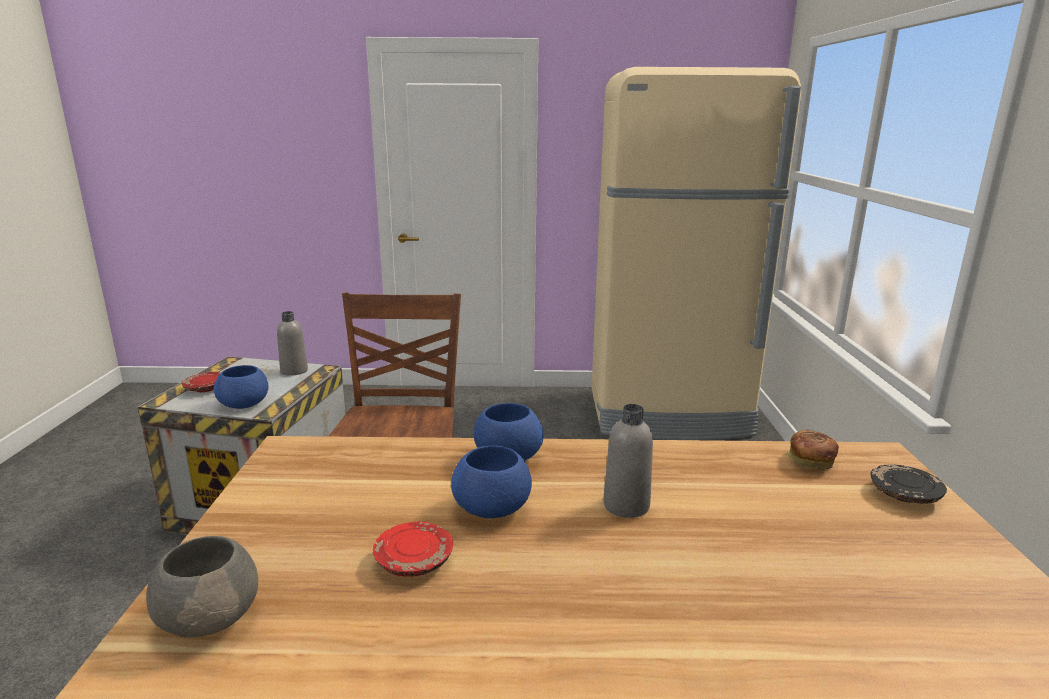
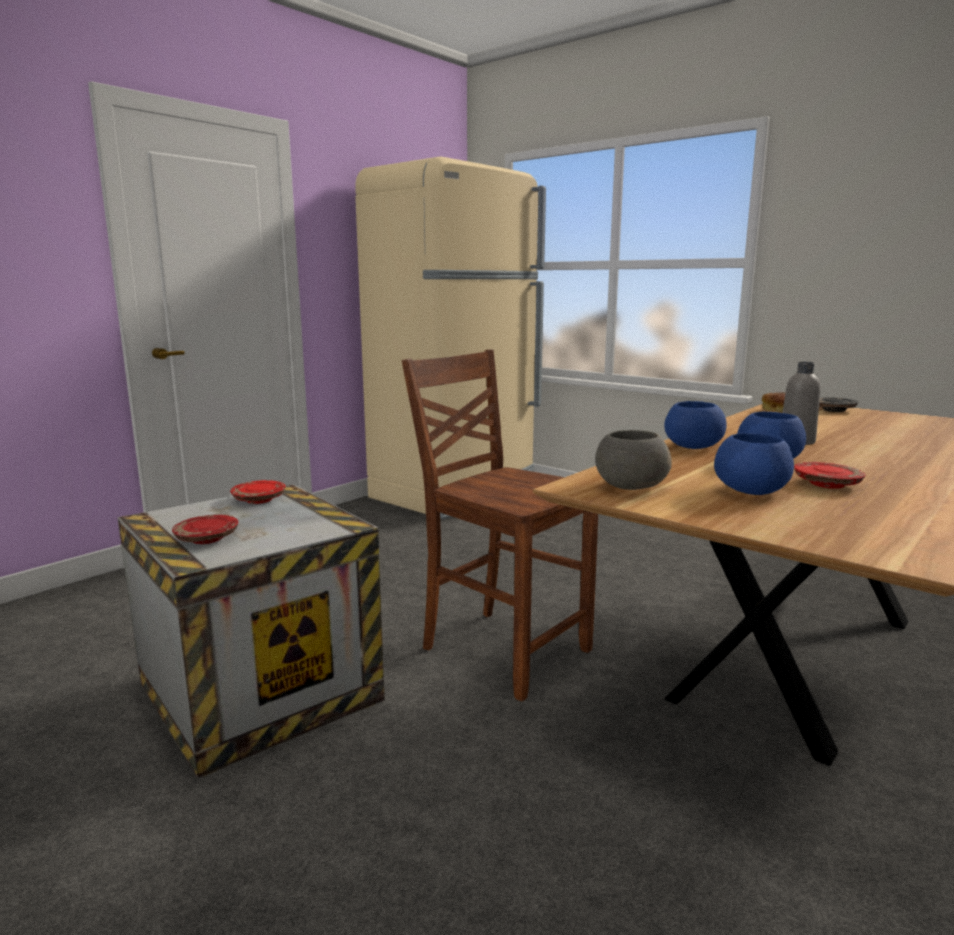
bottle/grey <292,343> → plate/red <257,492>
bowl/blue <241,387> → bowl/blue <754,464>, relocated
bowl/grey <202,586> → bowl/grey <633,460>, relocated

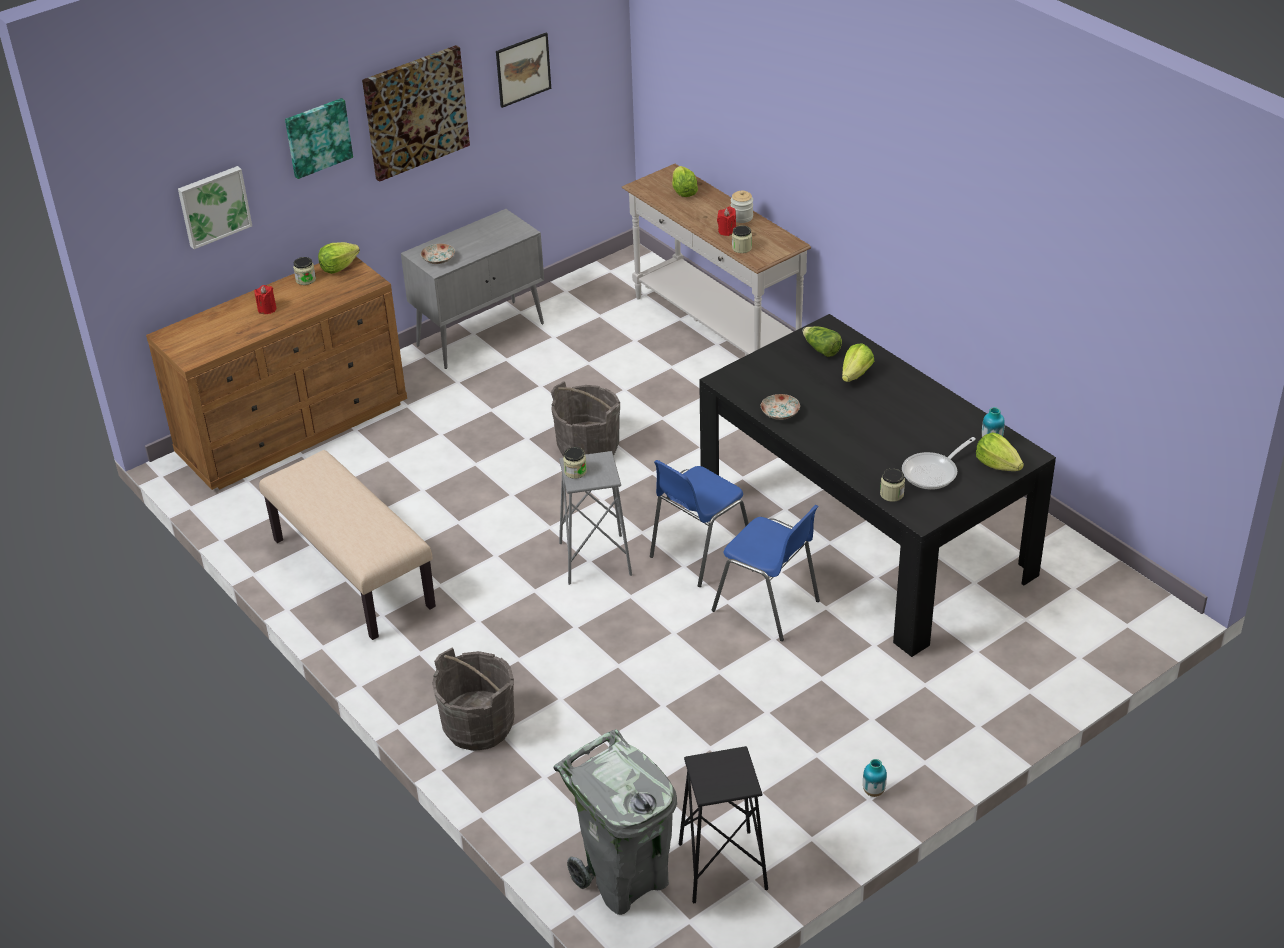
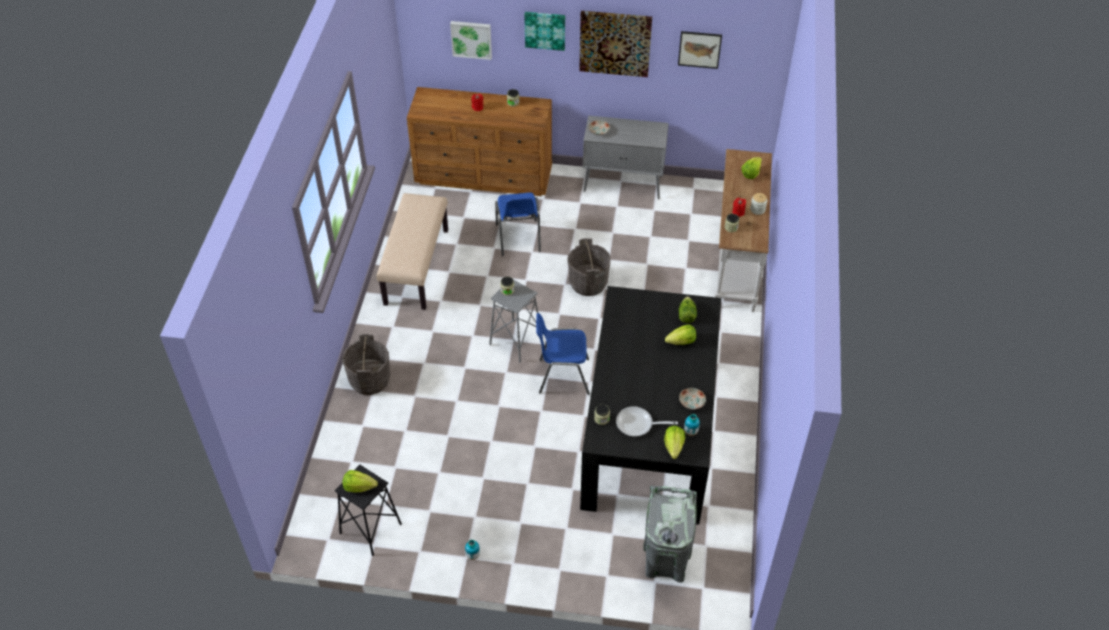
lettuce <339,258> → lettuce <360,481>, relocated
plate <780,407> → plate <692,399>, relocated
chair/blue <766,573> → chair/blue <518,224>, relocated
trash can/grey <615,822> → trash can/grey <670,534>, relocated

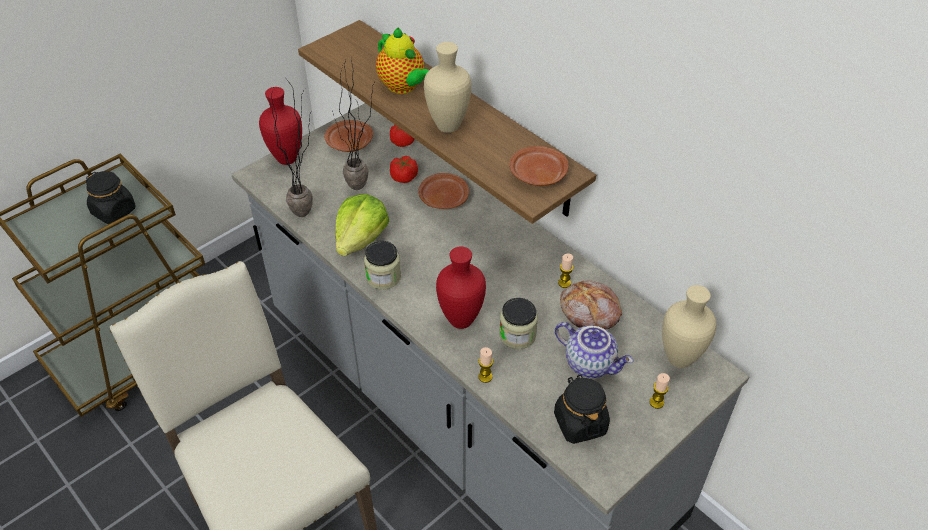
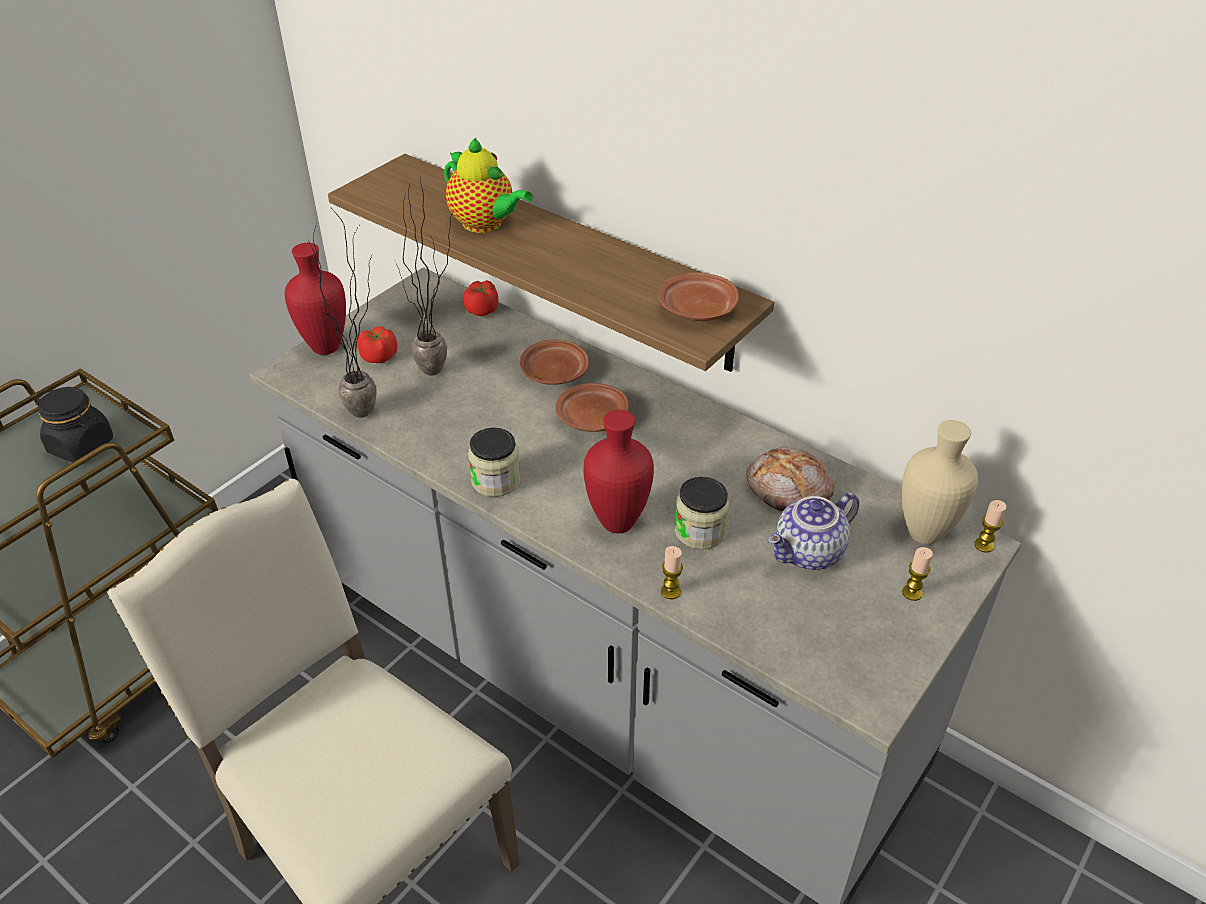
vase/beige <447,87> → -
plate/brown <348,136> → plate/brown <592,407>, relocated
tomato <404,169> → tomato <378,344>, relocated
lettuce <362,225> → -
candle <565,271> → candle <990,526>, relocated
teapot <594,350> → teapot <813,531>, 120 degrees clockwise
jar/black <582,409> → -

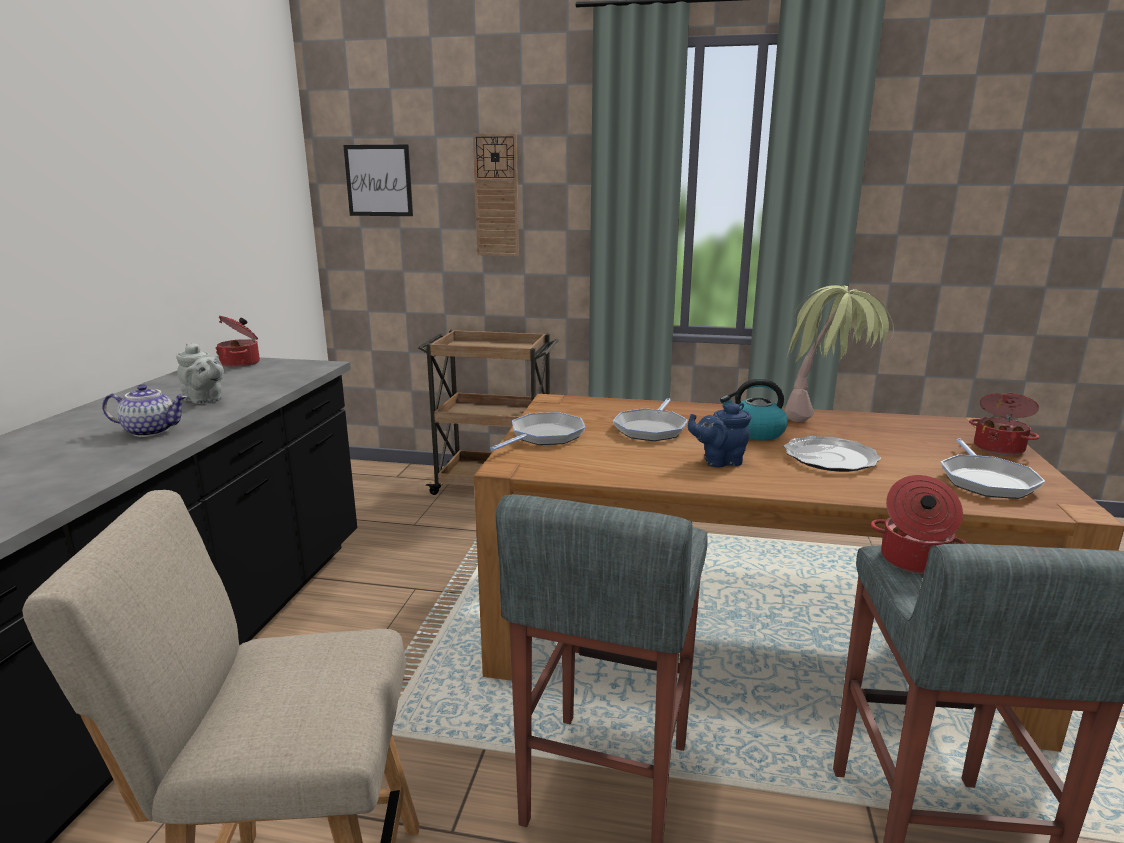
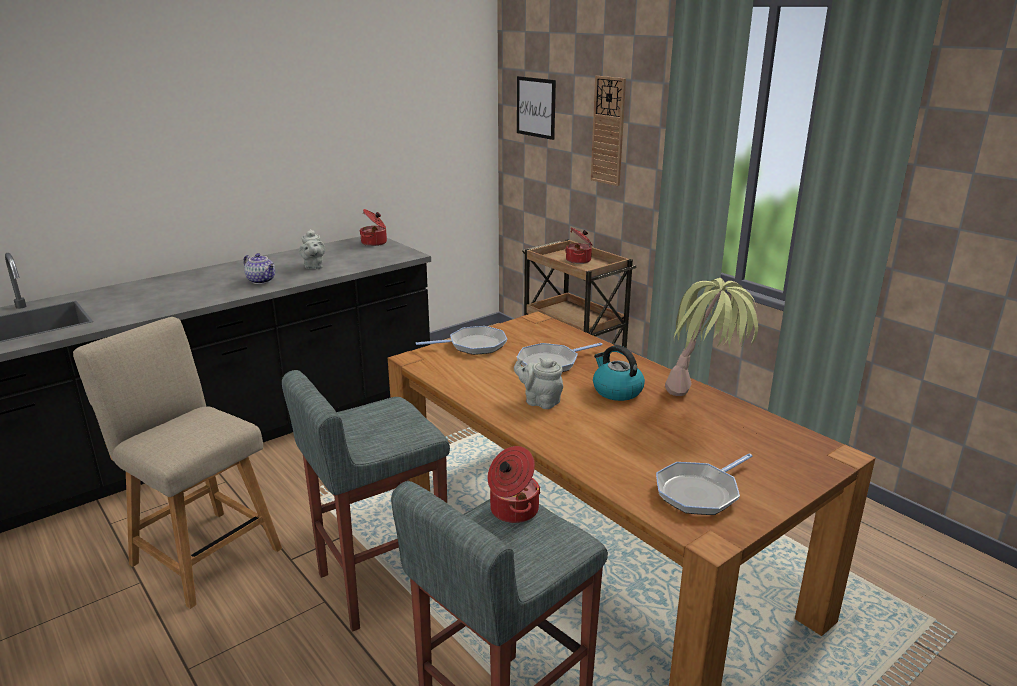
cooking pot <1004,424> → cooking pot <579,245>, relocated
teapot/blue <719,435> → teapot/grey <538,383>
plate <832,454> → -

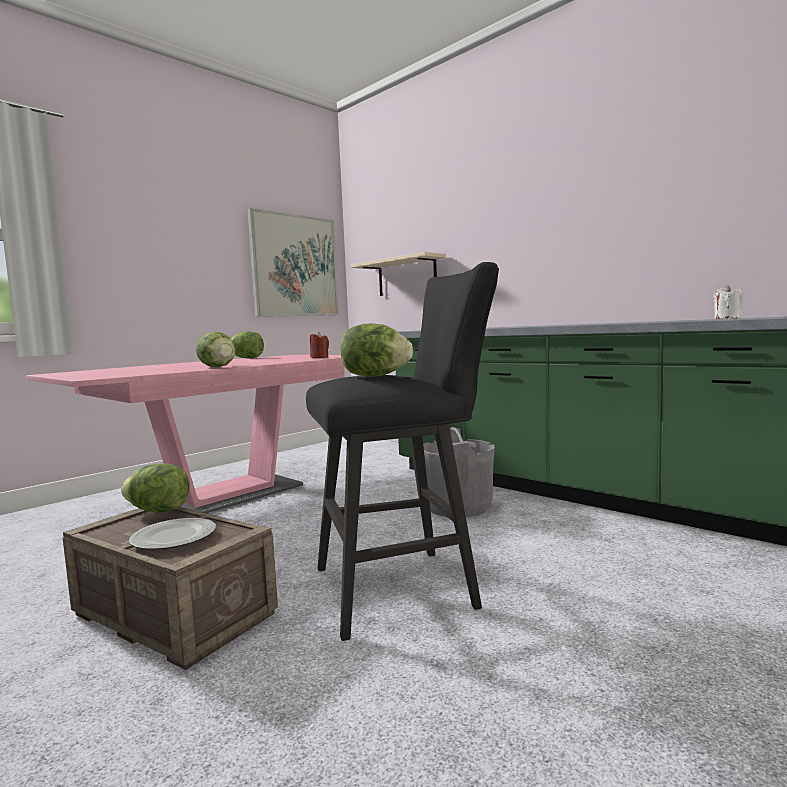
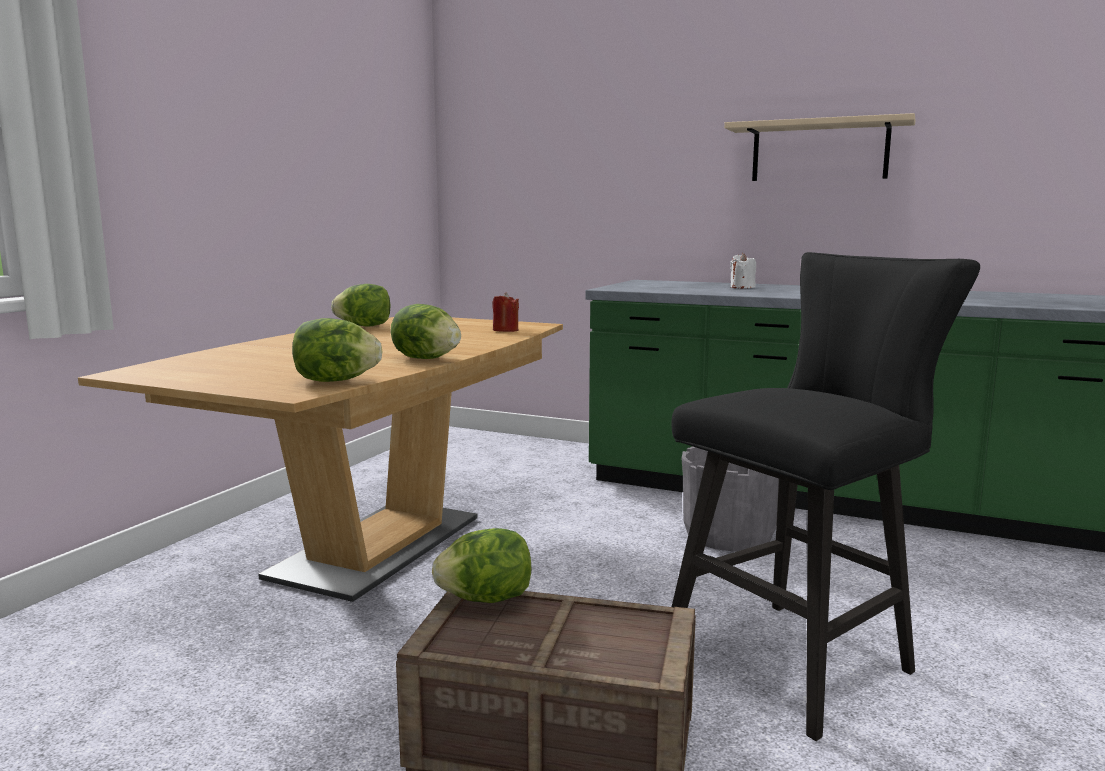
picture <293,262> → -
shelf/beige <398,274> → shelf/beige <819,147>, relocated
candle/white <727,302> → candle/white <743,271>, relocated
lettuce <377,350> → lettuce <337,350>, relocated
dining table/pink <185,434> → dining table/brown <320,459>
plate <172,533> → -

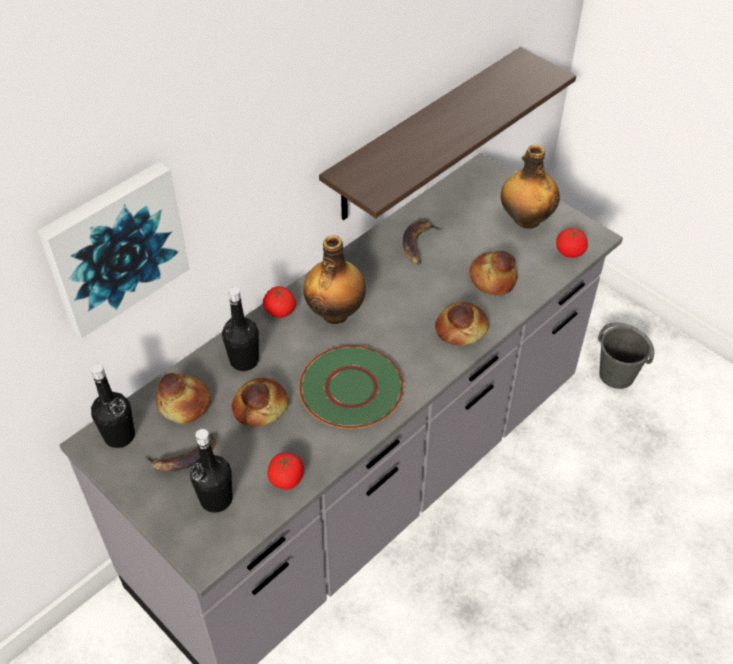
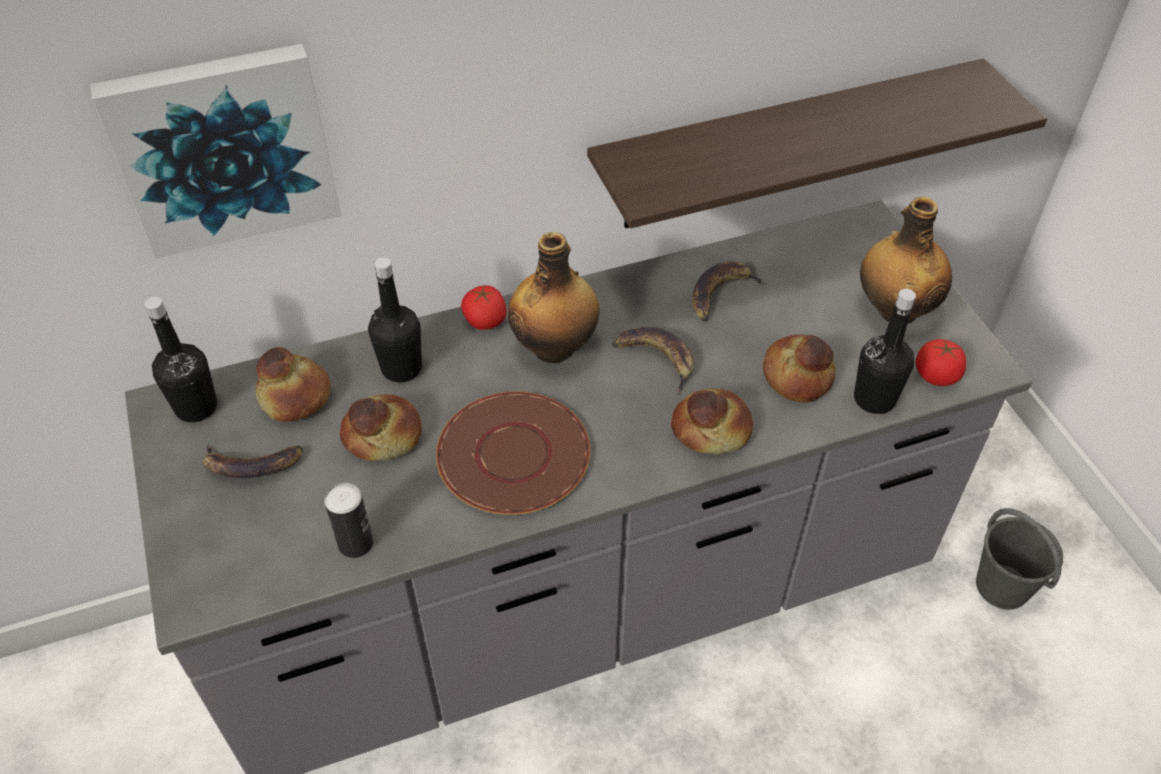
plate/green <351,387> → plate/brown <513,453>
bottle/black <211,471> → bottle/black <885,351>, relocated
tomato <285,471> → can <348,520>
- → banana <653,361>

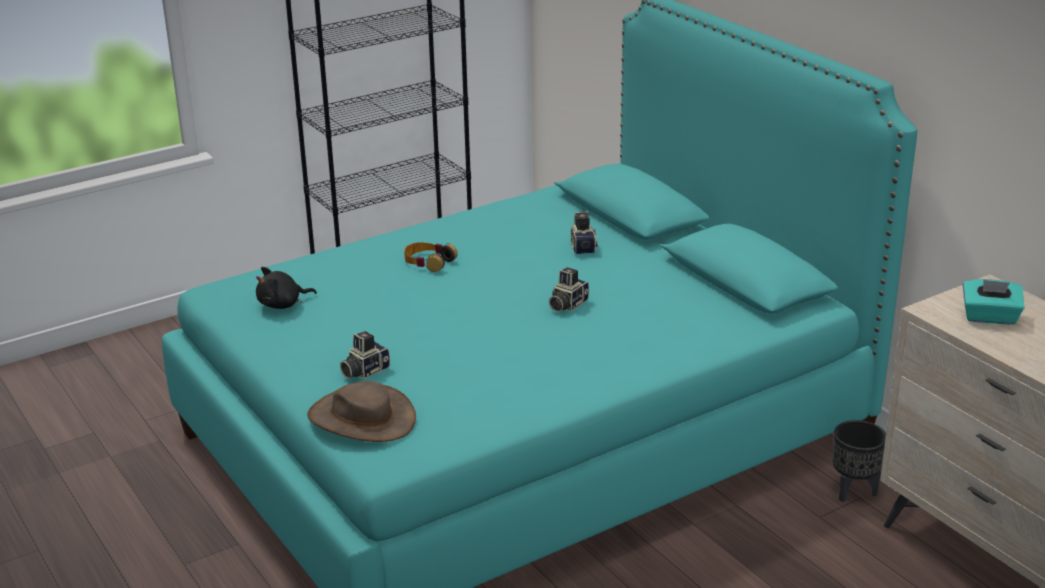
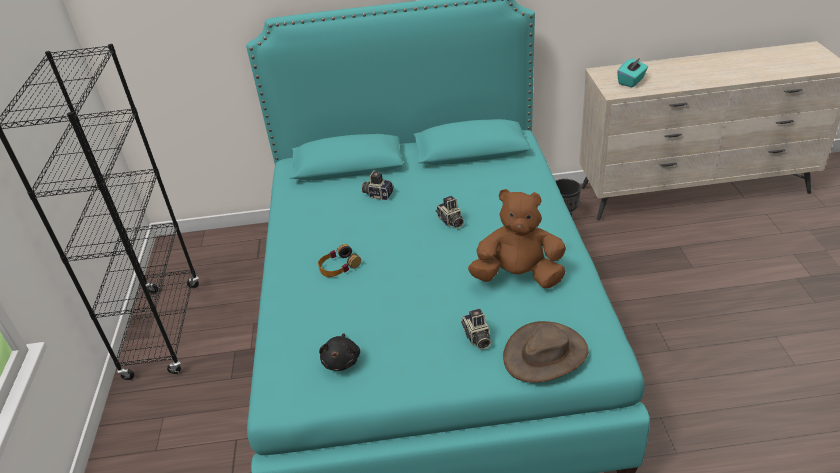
- → plush toy/brown <517,238>

